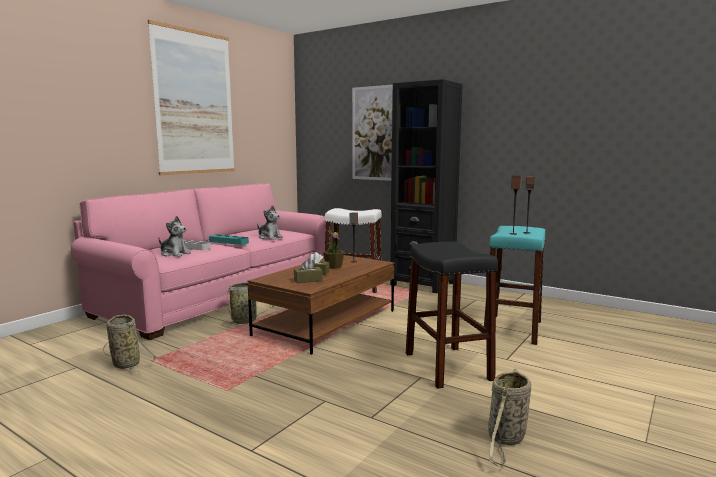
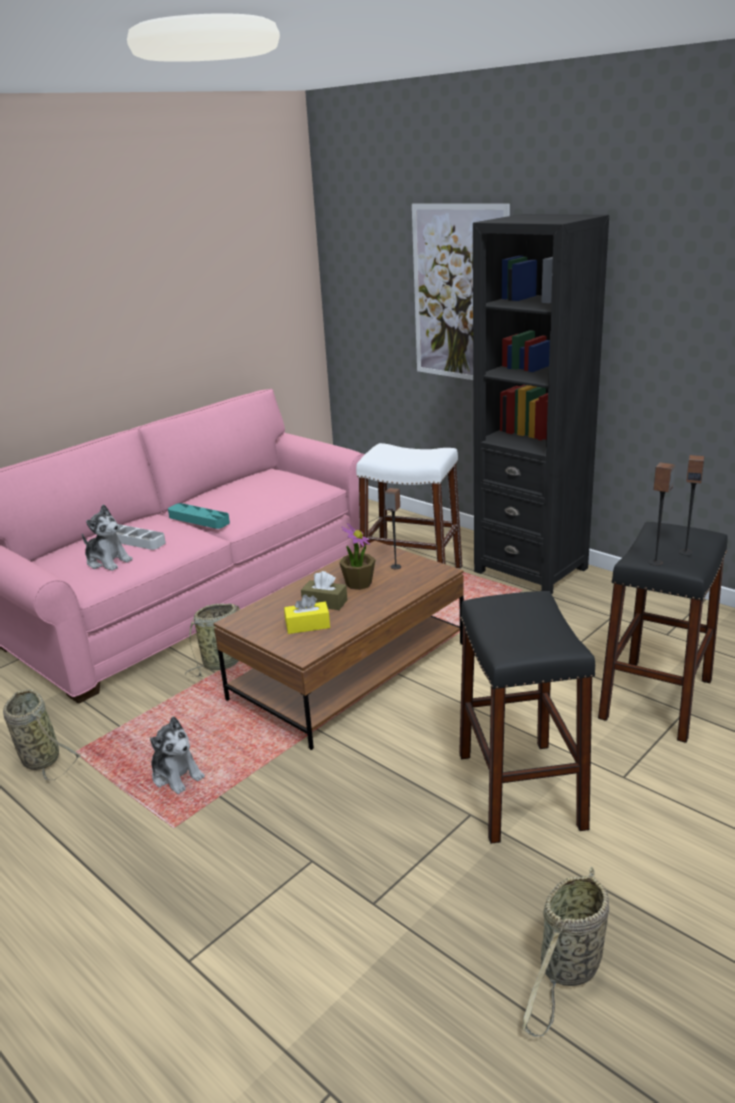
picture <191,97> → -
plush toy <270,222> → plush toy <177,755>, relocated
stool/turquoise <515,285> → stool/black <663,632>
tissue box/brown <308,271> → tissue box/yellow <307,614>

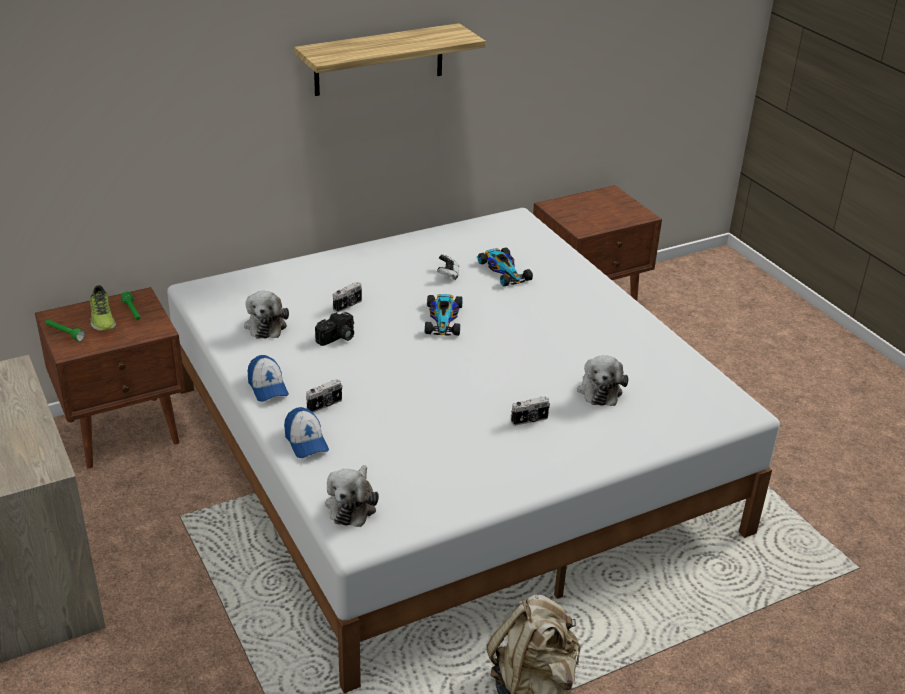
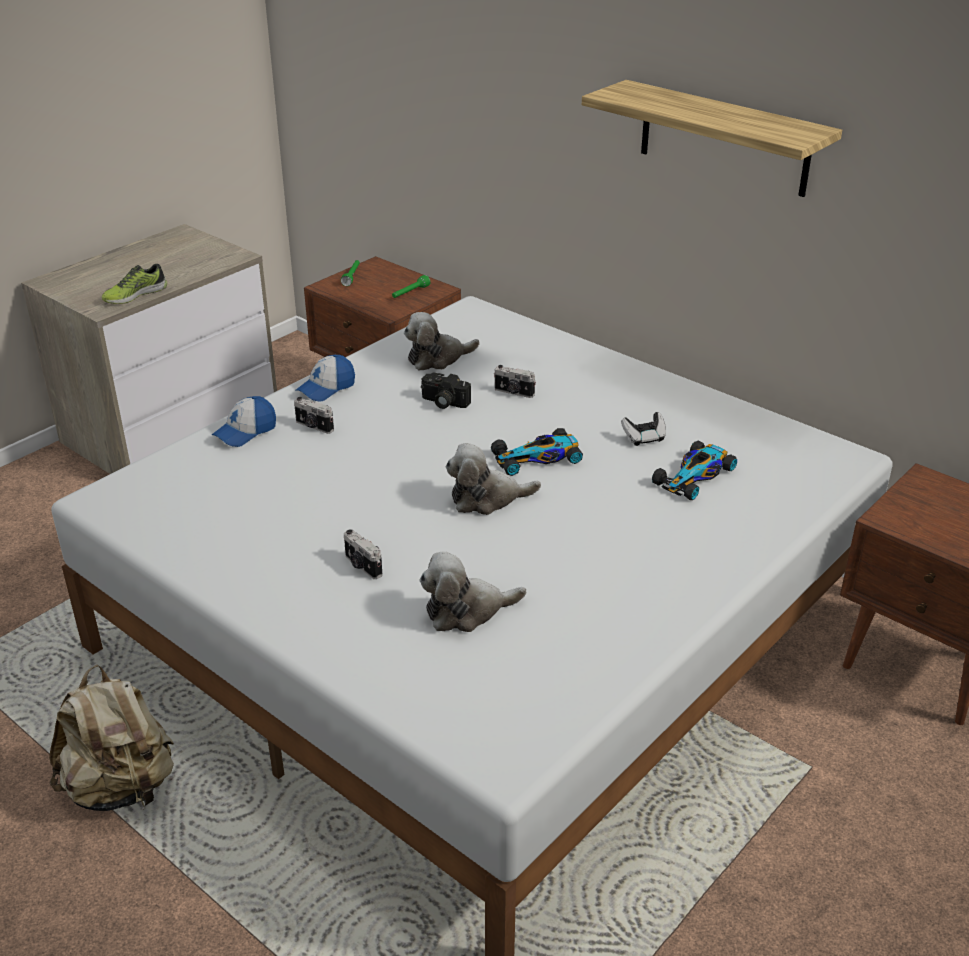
shoe <103,308> → shoe <134,284>, relocated
plush toy <352,496> → plush toy <493,479>, relocated

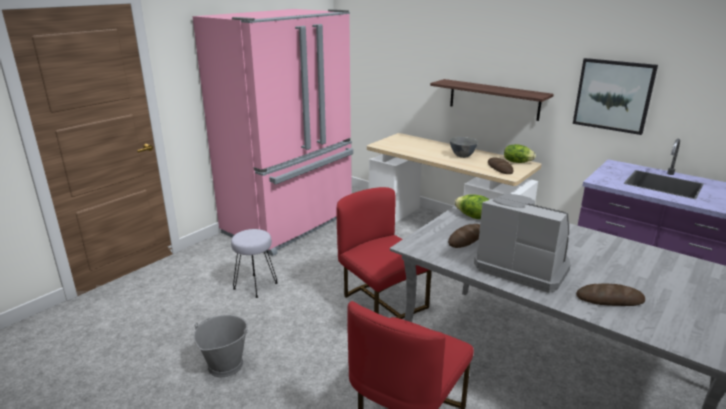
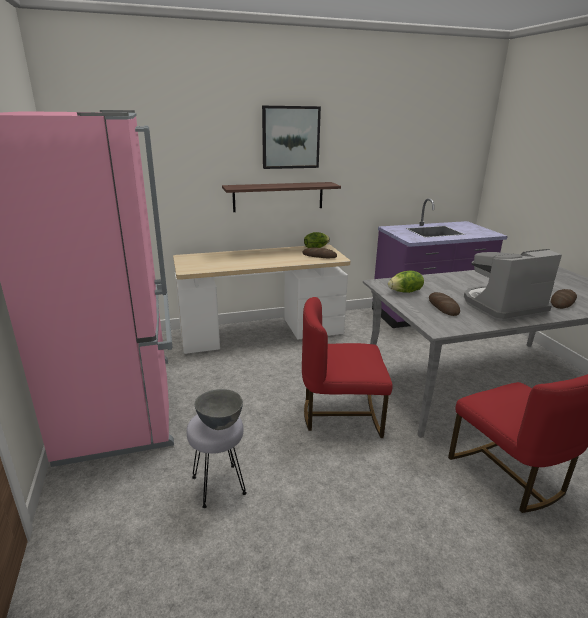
picture <615,96> → picture <291,137>, relocated
bowl/grey <464,147> → bowl/grey <219,409>, relocated
bucket/grey <221,346> → -

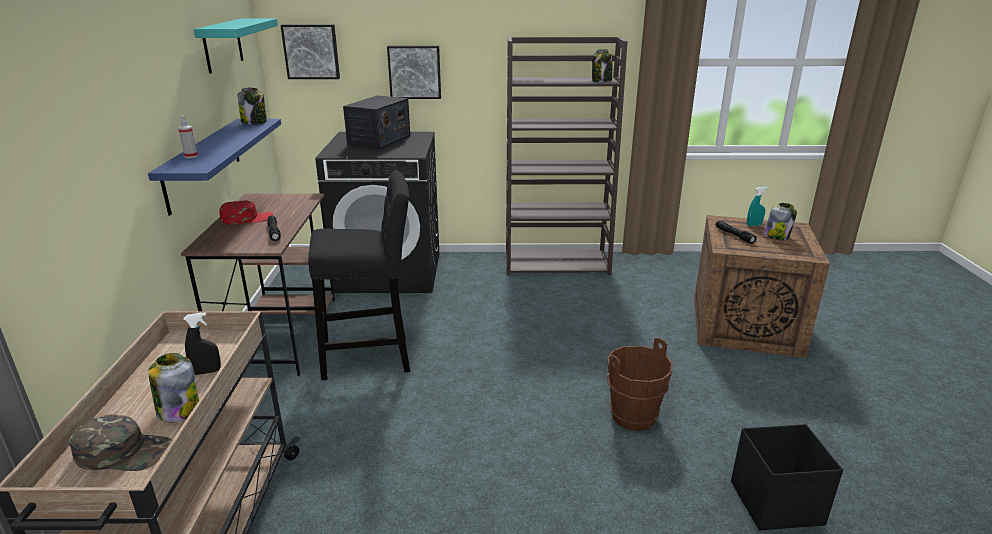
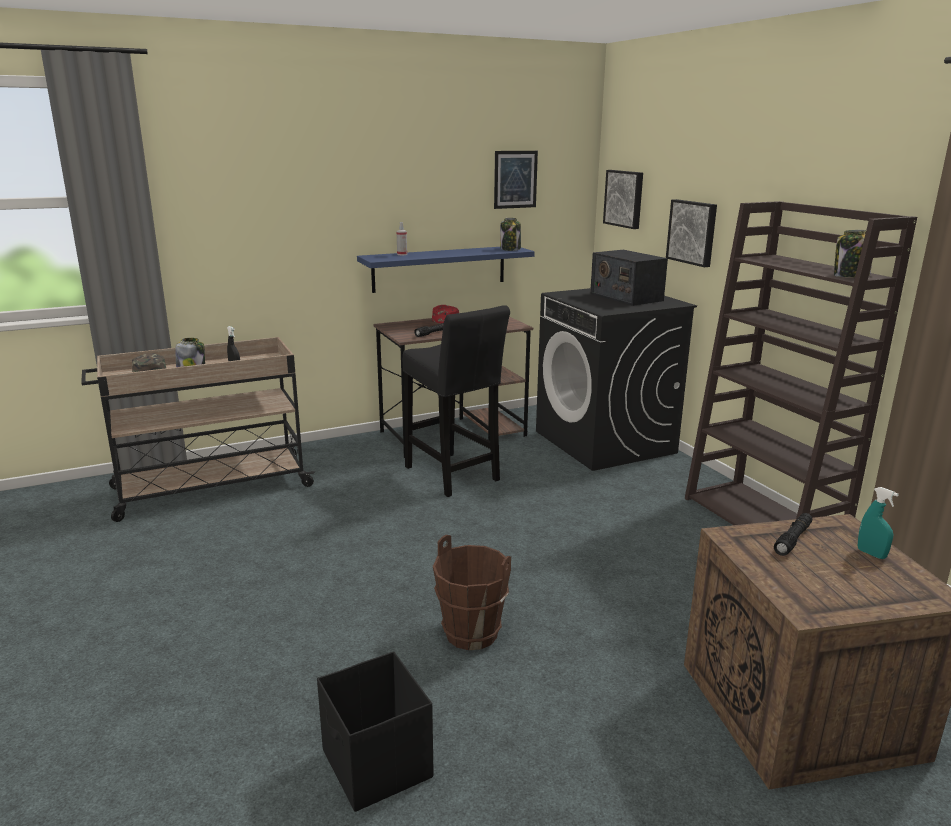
shelf/turquoise <236,46> → picture <516,180>
radio <376,122> → radio <629,278>, 60 degrees clockwise
jar <780,221> → -

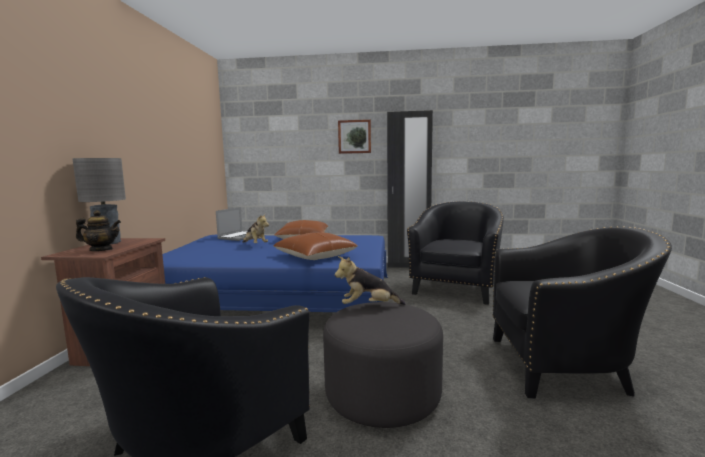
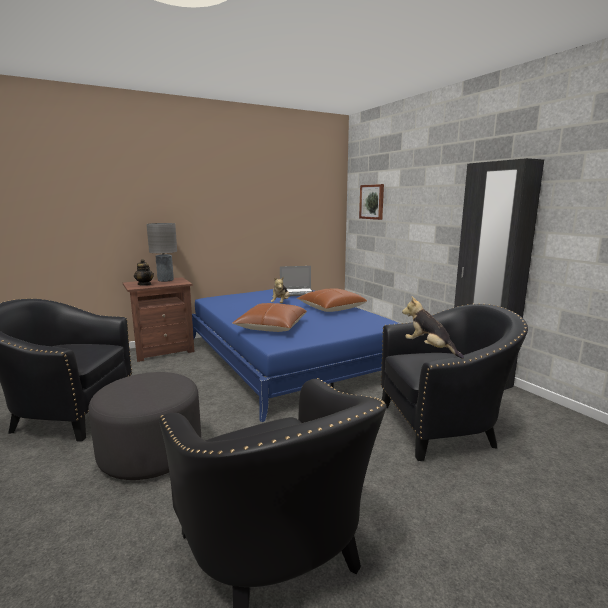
picture <354,136> → picture <371,202>, relocated
plush toy <370,280> → plush toy <433,328>, relocated

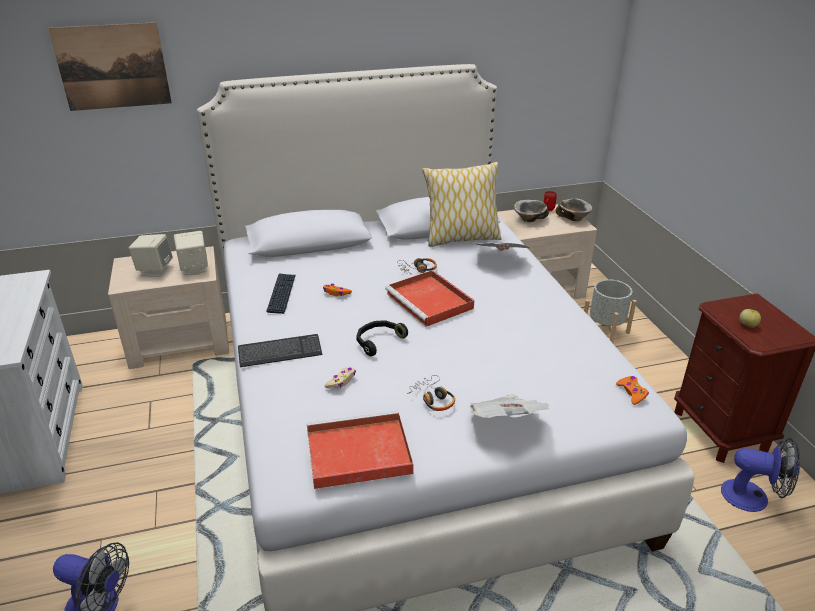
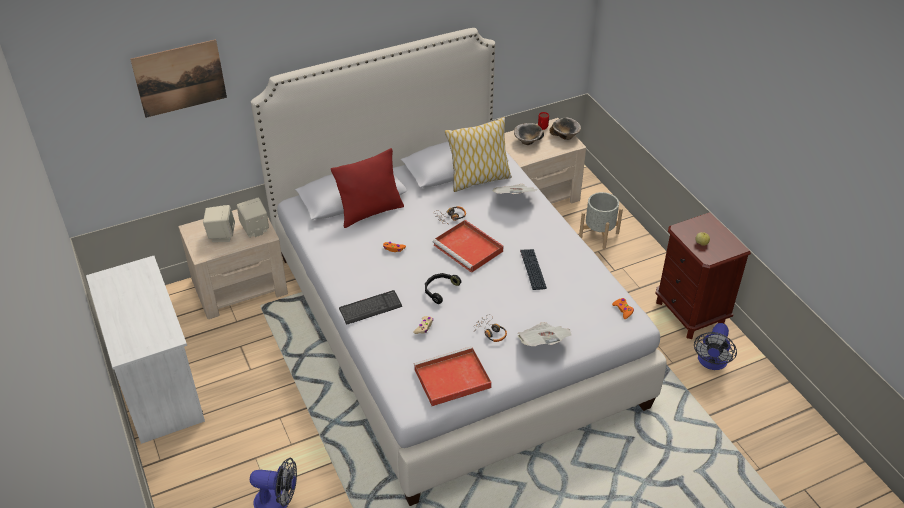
keyboard <281,294> → keyboard <533,269>, relocated
fan <760,475> → fan <715,346>, 105 degrees clockwise
- → pillow/red <367,188>

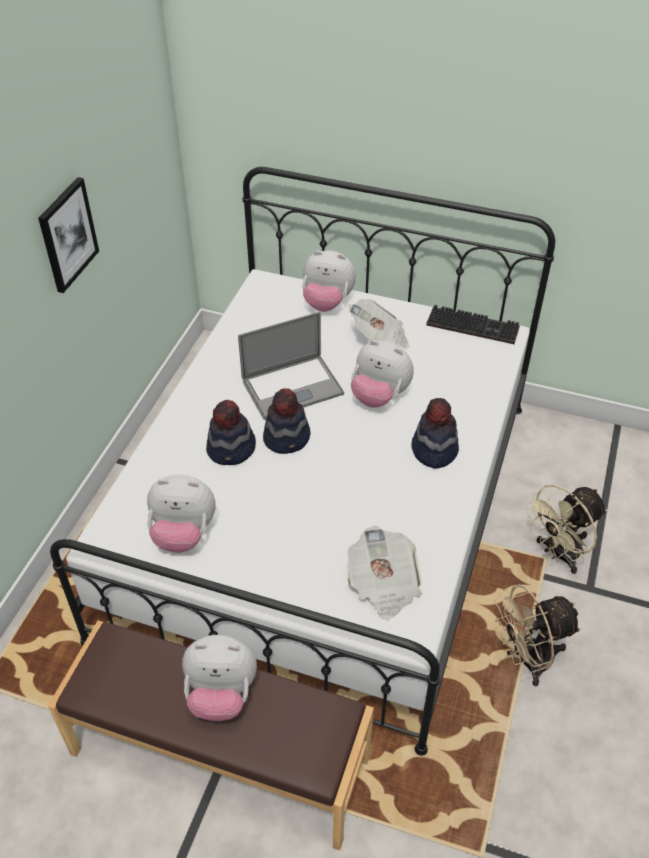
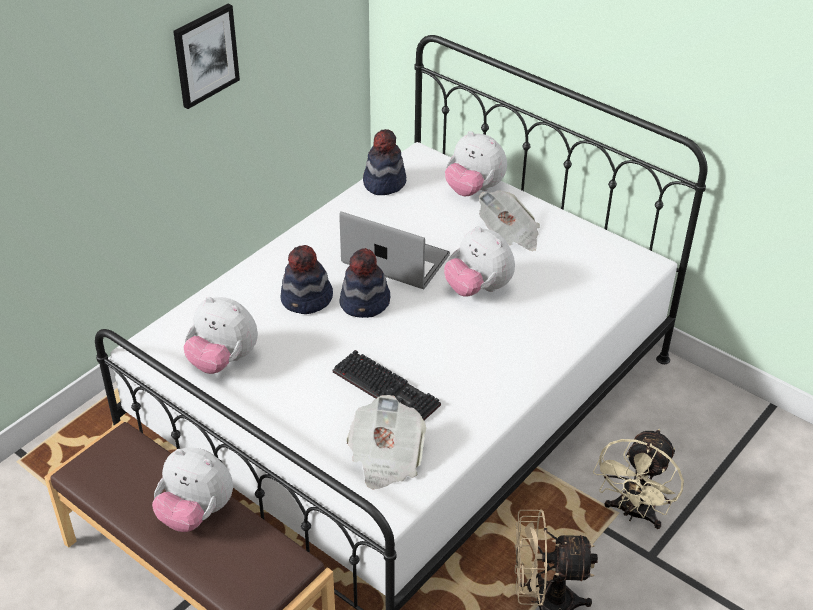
keyboard <473,324> → keyboard <387,385>, relocated
laptop <291,366> → laptop <394,250>, 150 degrees counterclockwise
hat <435,433> → hat <384,162>, relocated
fan/beige <566,529> → fan/beige <638,479>, 45 degrees counterclockwise

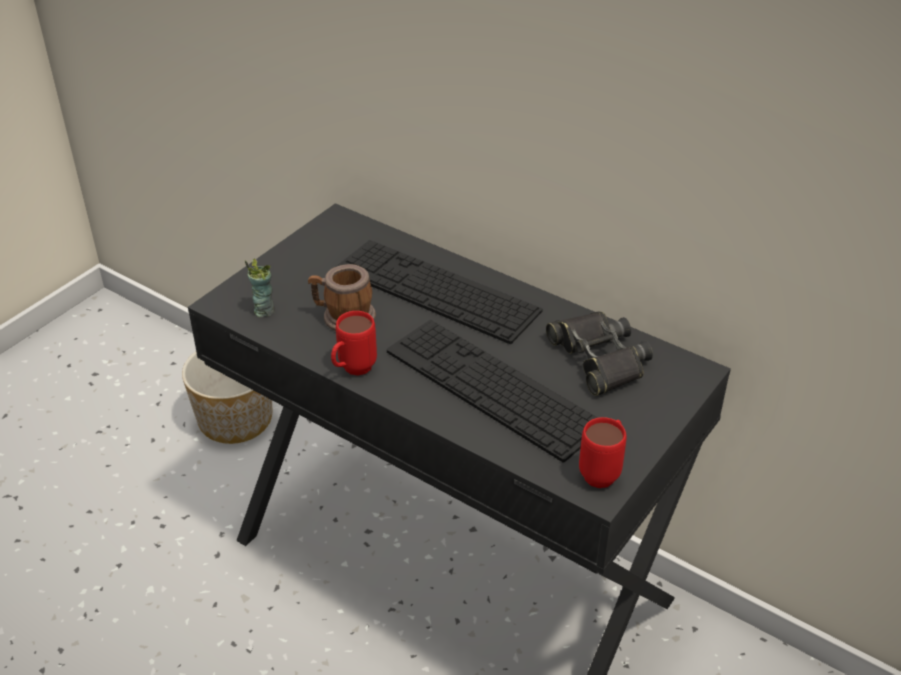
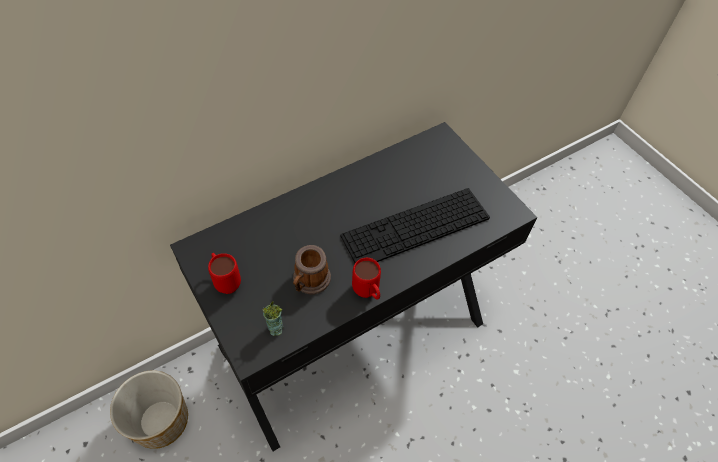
keyboard <439,292> → -
binoculars/black <599,354> → -
mug/red <603,452> → mug/red <224,273>, relocated

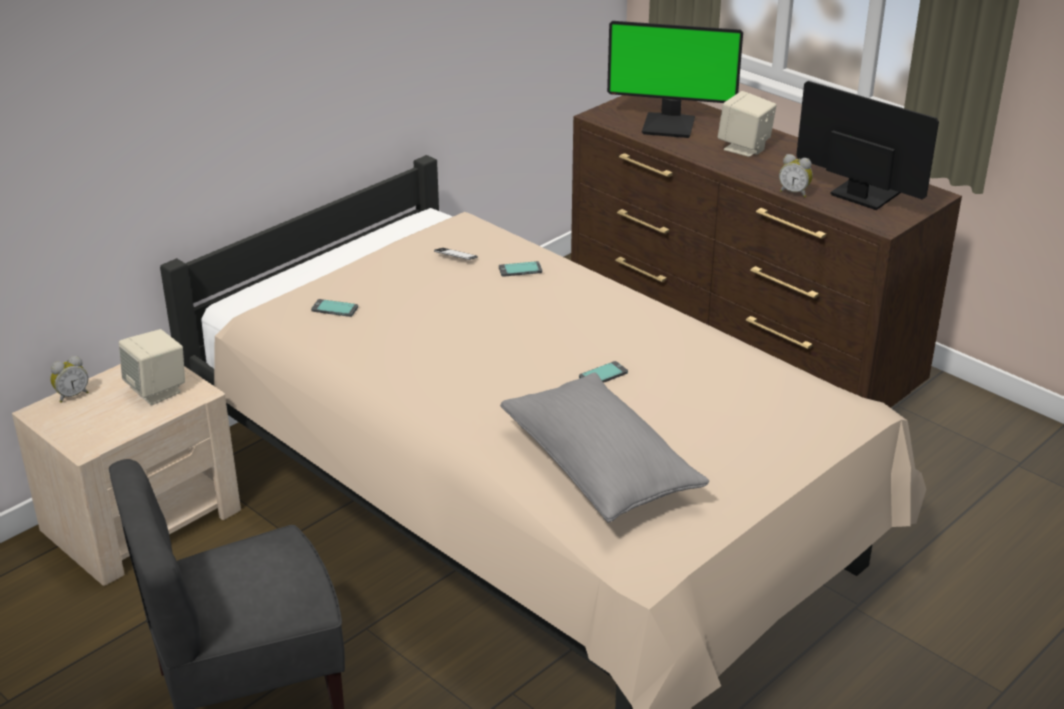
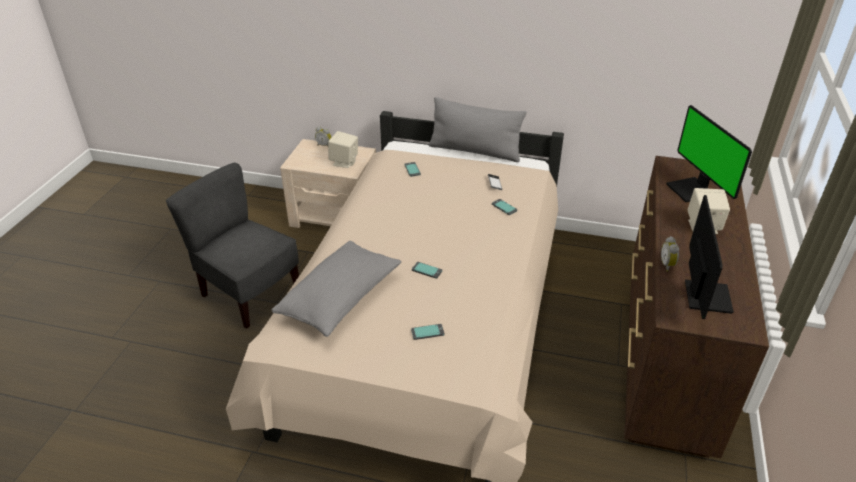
- → pillow/grey <478,129>
- → phone <428,332>

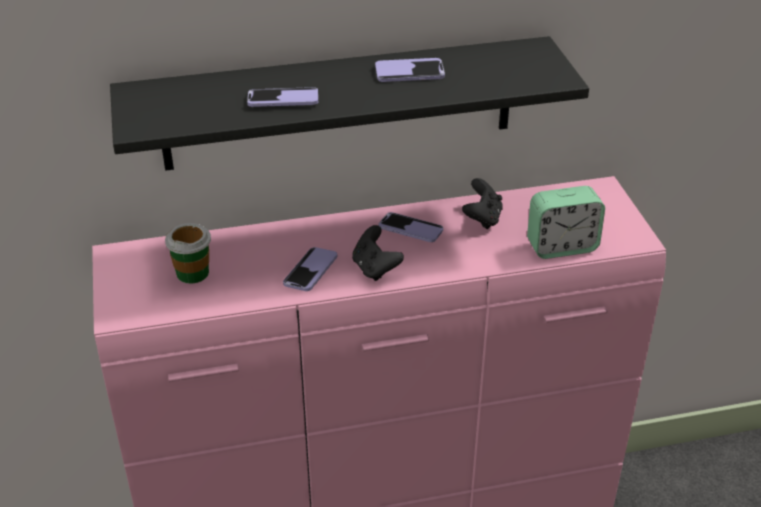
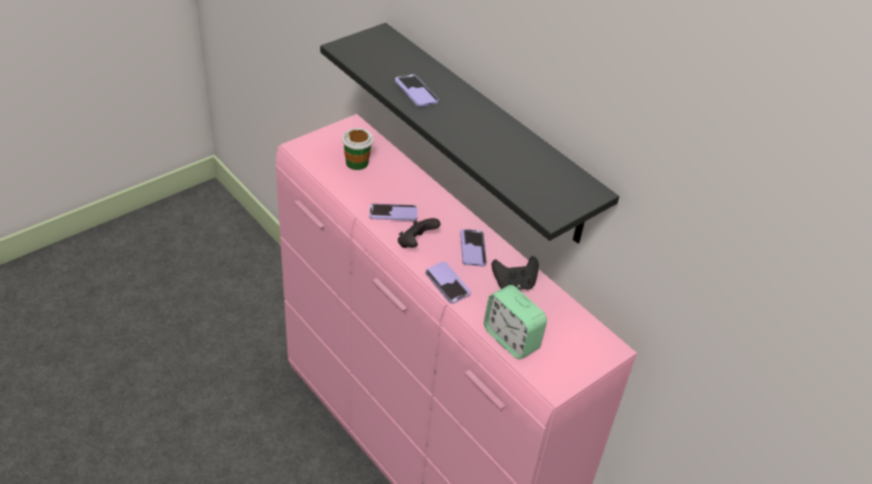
phone <410,70> → phone <448,283>, relocated

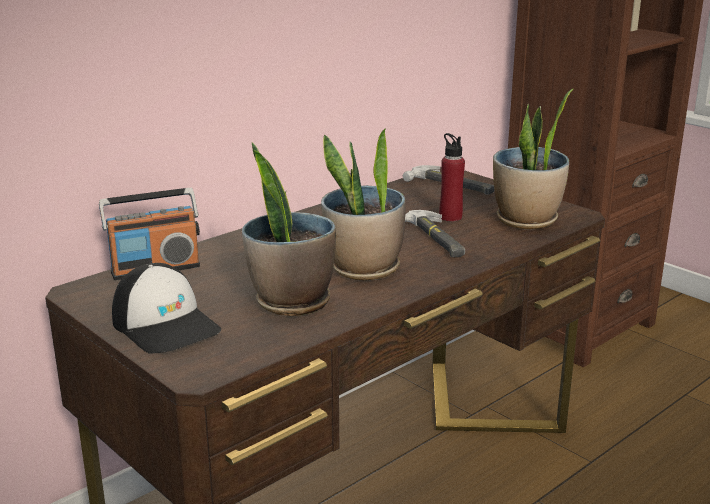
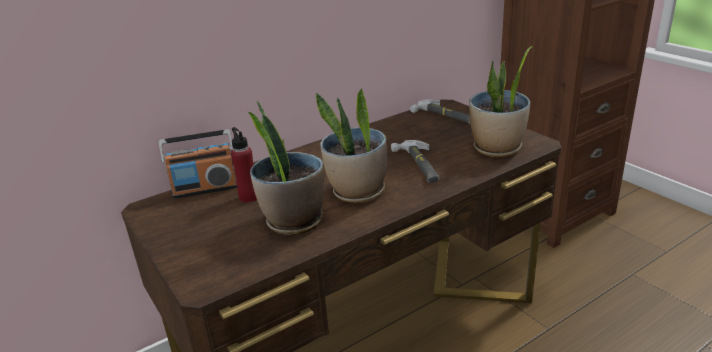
bottle/red <452,177> → bottle/red <244,165>, relocated
cap <166,308> → -

